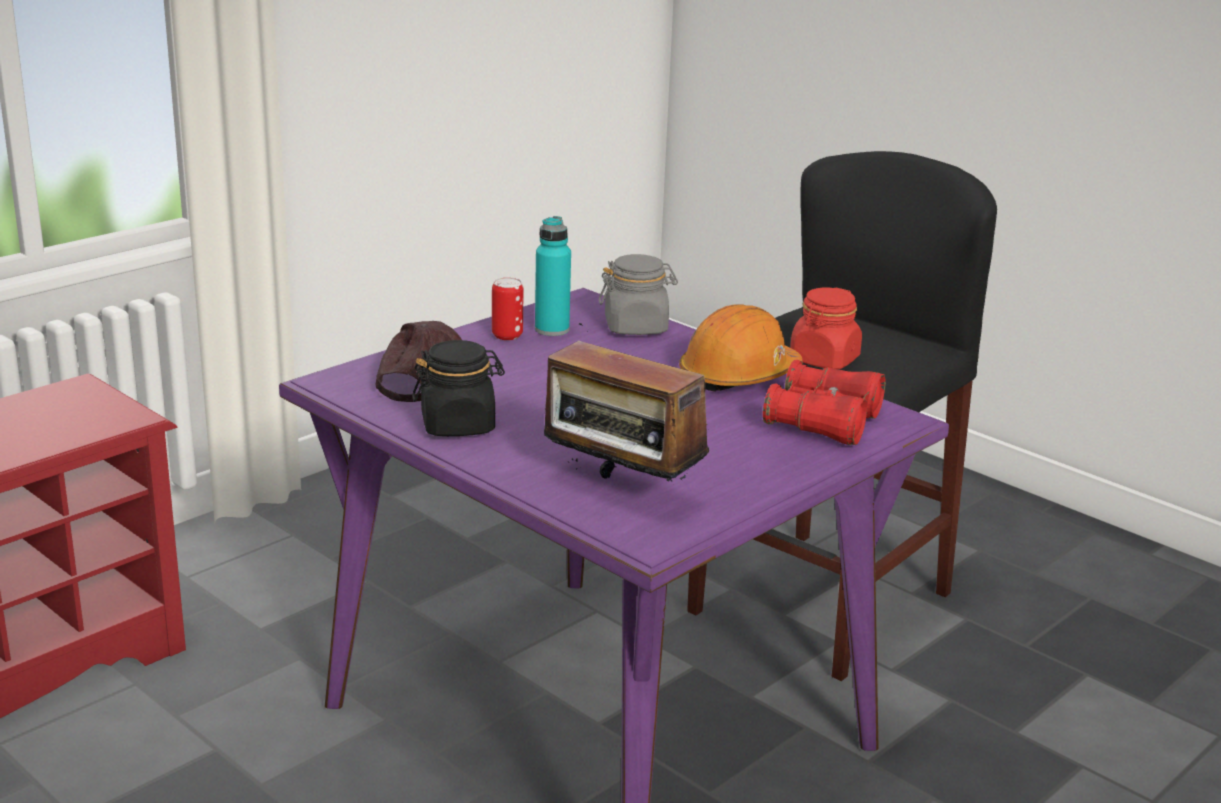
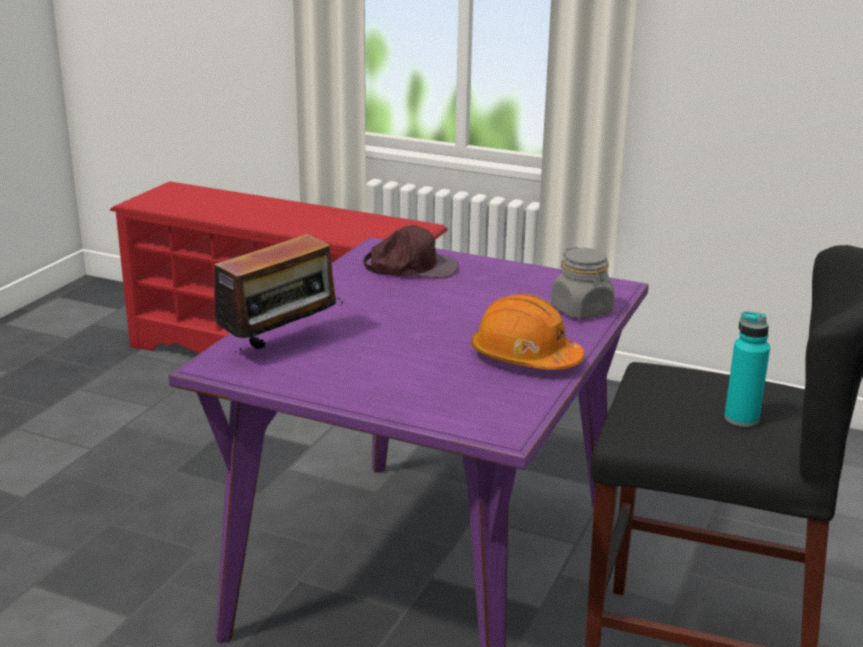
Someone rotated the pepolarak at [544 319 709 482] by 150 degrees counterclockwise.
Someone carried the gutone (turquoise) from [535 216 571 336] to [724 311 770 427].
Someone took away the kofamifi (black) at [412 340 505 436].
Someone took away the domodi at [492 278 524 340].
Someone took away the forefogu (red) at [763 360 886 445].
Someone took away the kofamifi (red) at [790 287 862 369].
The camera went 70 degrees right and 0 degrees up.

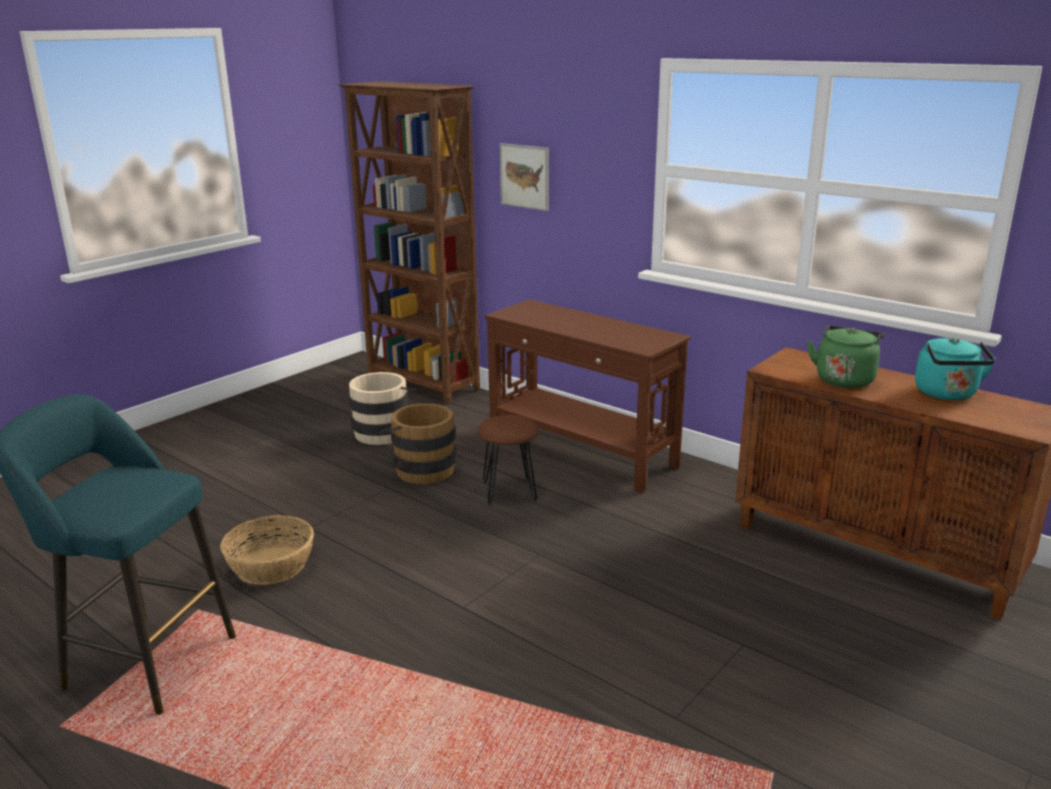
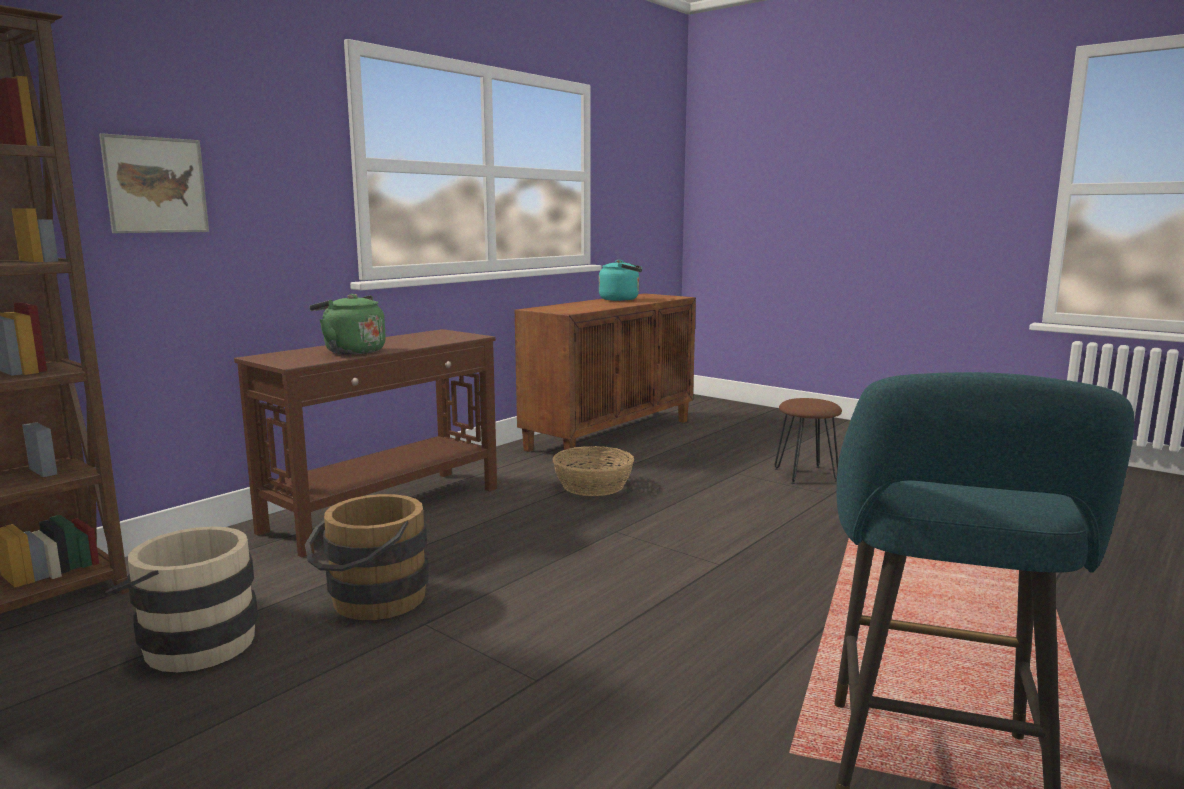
Someone carried the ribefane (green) from [807 326 885 388] to [309 294 386 355].
Someone carried the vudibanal from [220 515 314 585] to [552 446 634 496].
Someone carried the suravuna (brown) from [477 415 539 506] to [775 398 842 484].
The camera went 90 degrees left and 10 degrees down.

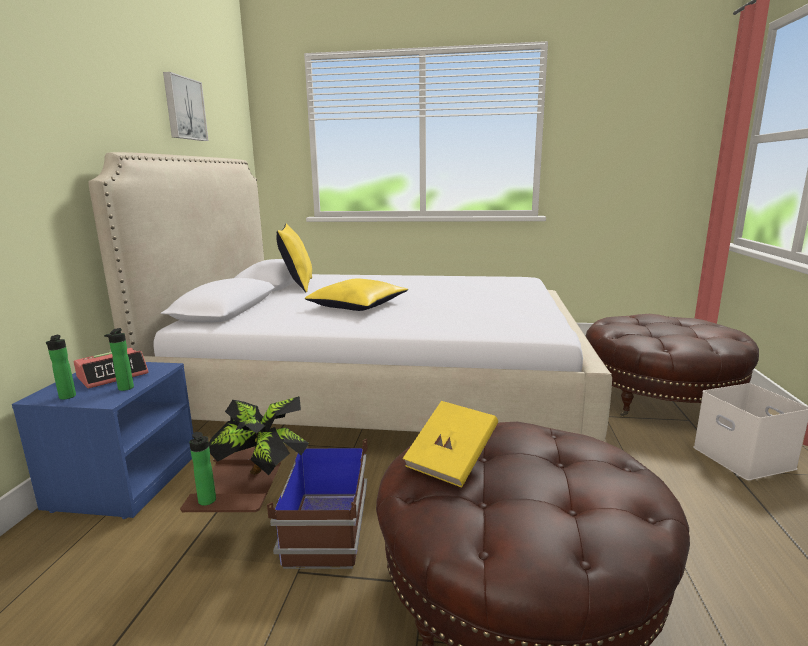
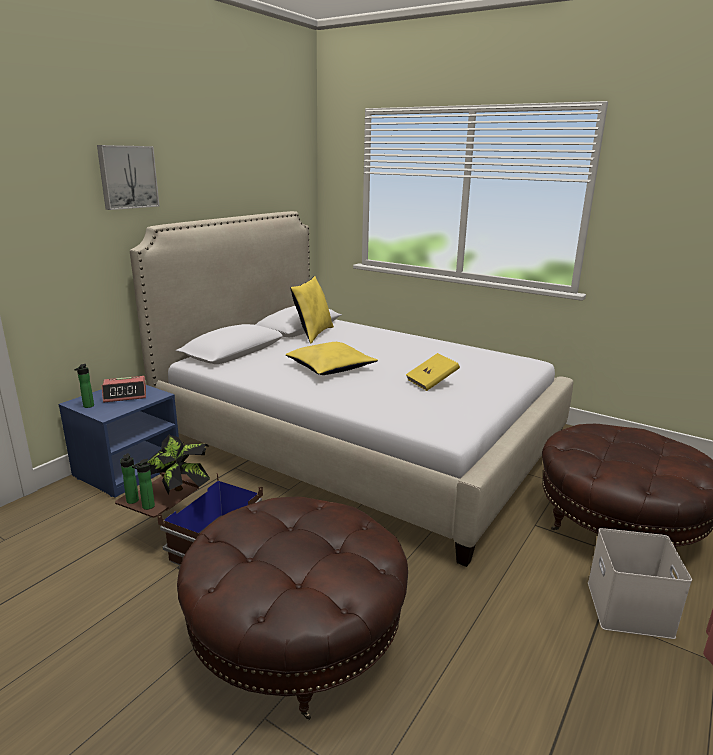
Someone carried the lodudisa from [163 72 209 141] to [97 145 159 210].
Someone carried the gutone from [104 328 134 391] to [132 459 155 510].
Someone carried the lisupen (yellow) from [403 401 498 488] to [406 353 460 391].
The camera went 25 degrees right and 5 degrees up.

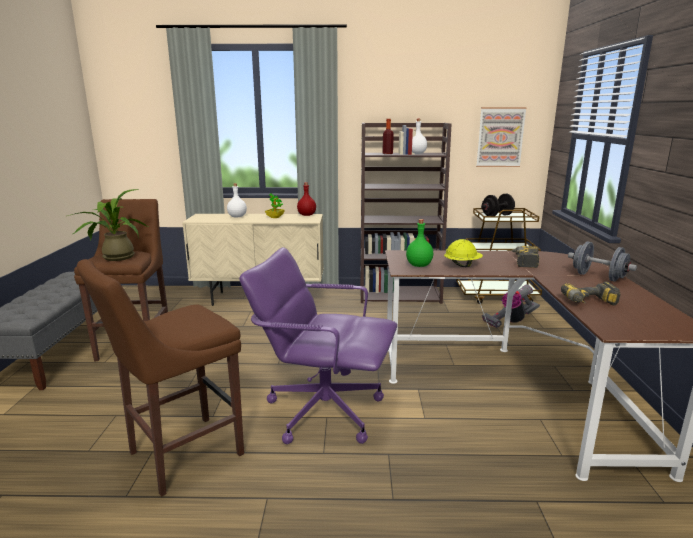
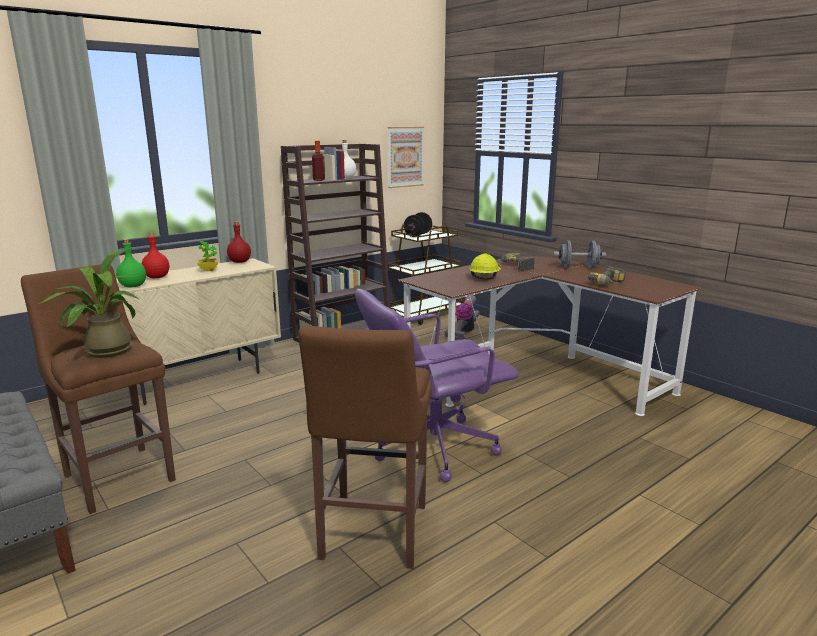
Someone carried the gutone (green) from [406 219 433 267] to [116 239 146 287].
Someone repainted the gutone (white) at [227 184 247 217], which became the gutone (red) at [142 233 169 278].
The camera went 40 degrees left and 0 degrees up.

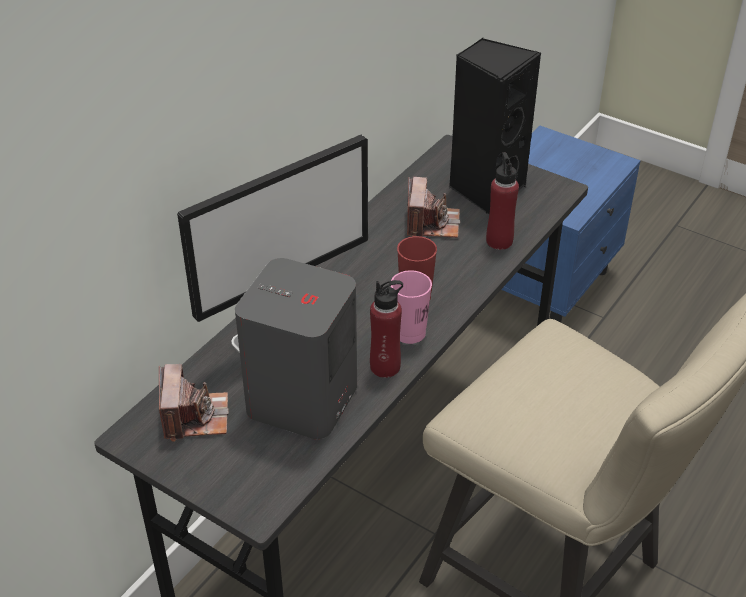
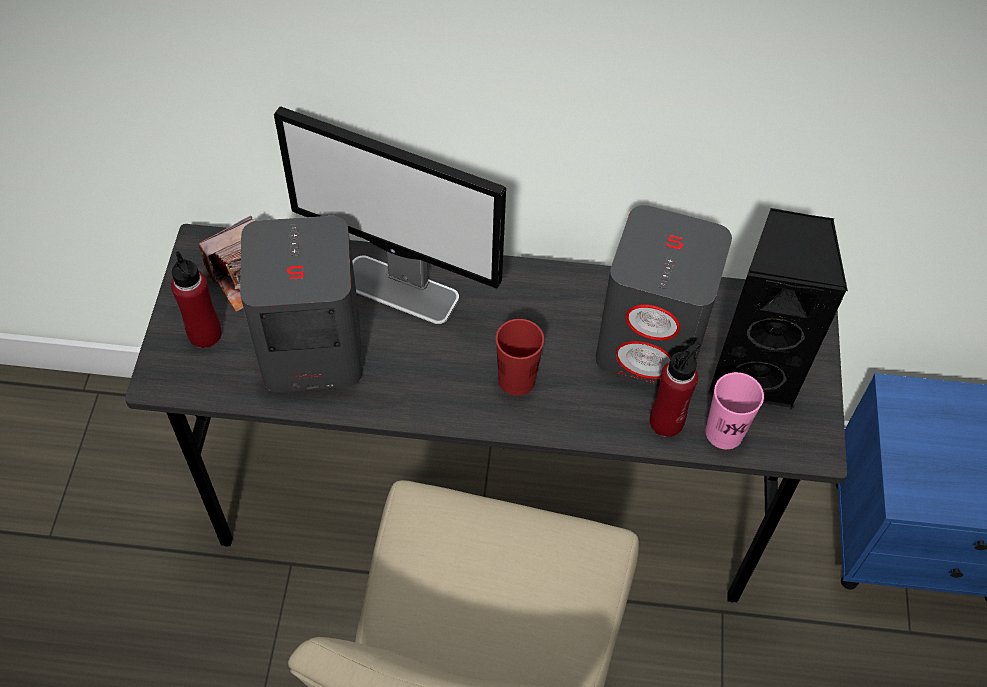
Someone carried the gutone (red) from [370 280 403 378] to [171 251 222 348].
Someone swapped the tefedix at [407 177 460 238] for the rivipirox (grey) at [595 205 732 386].
Someone carried the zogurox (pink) from [391 270 432 344] to [706 372 764 449].
The camera went 60 degrees right and 15 degrees up.

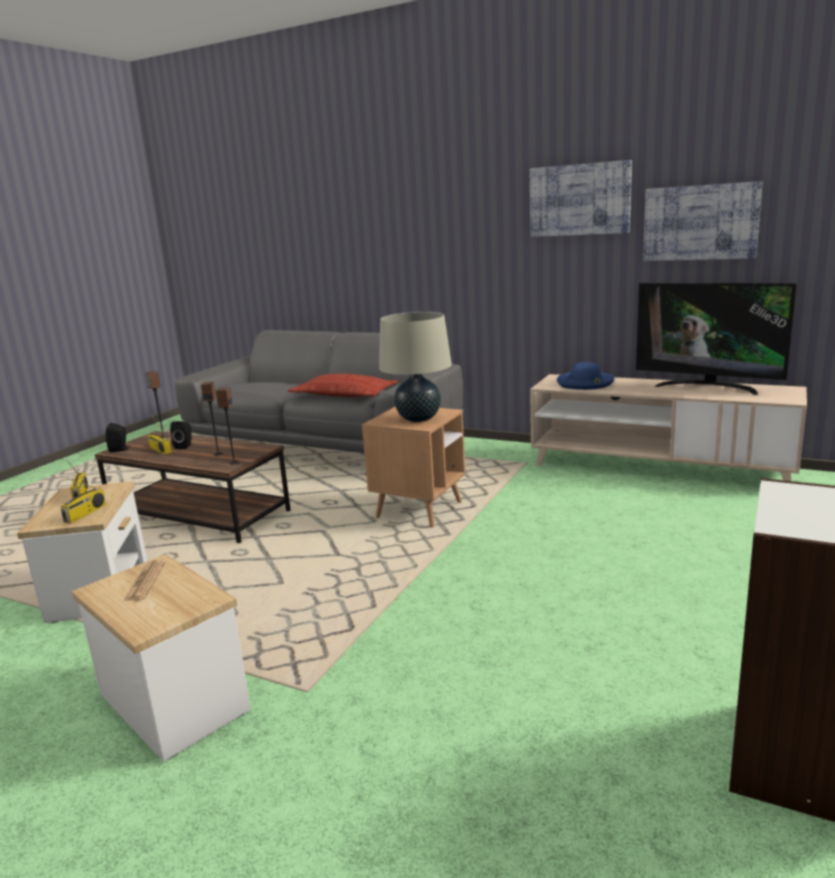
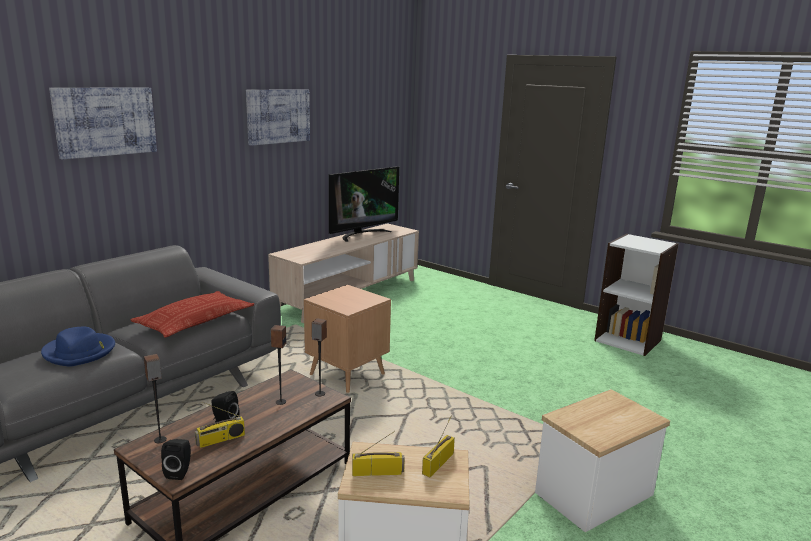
Someone carried the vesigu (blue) from [557 362 614 390] to [41 327 115 367].
Someone carried the lodudisa from [643 181 762 261] to [49 88 157 159].
Someone rotated the pepolarak at [61 476 106 523] by 90 degrees counterclockwise.
Someone took away the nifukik at [123 560 166 601].
Someone took away the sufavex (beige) at [379 312 452 422].
The camera went 80 degrees left and 0 degrees up.

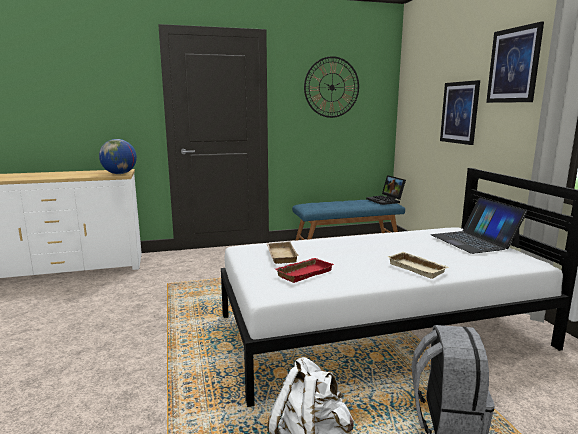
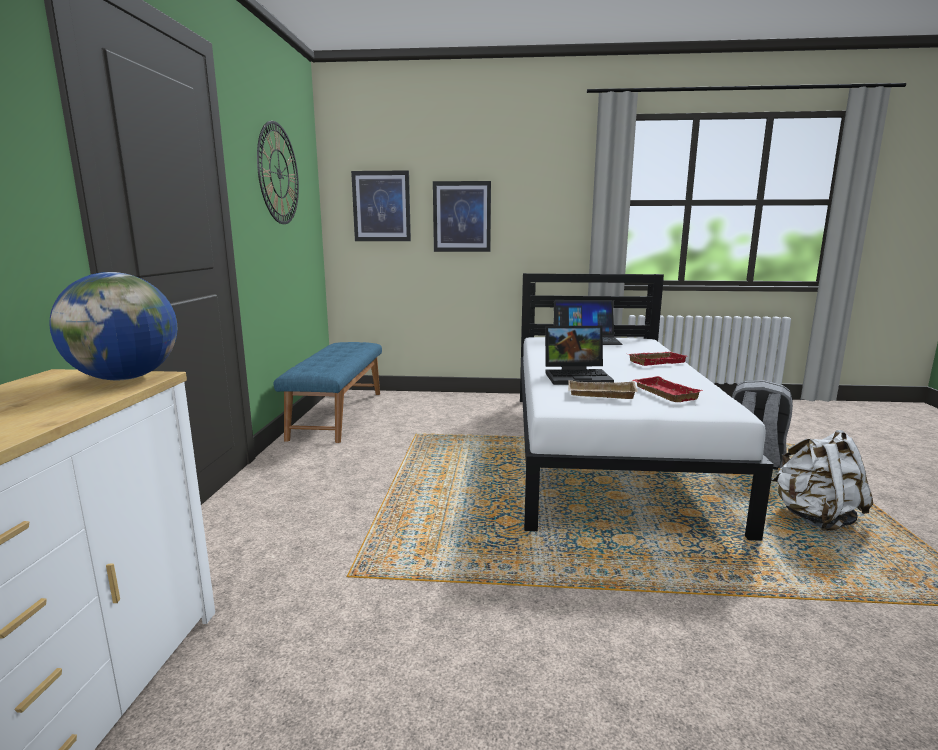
Someone carried the lodudisa from [486 22 544 103] to [351 170 411 241].
Someone carried the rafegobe from [366 175 406 205] to [545 326 614 385].
Someone repainted the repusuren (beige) at [387 252 449 279], which became the repusuren (red) at [628 352 687 366].
The camera went 70 degrees left and 0 degrees up.

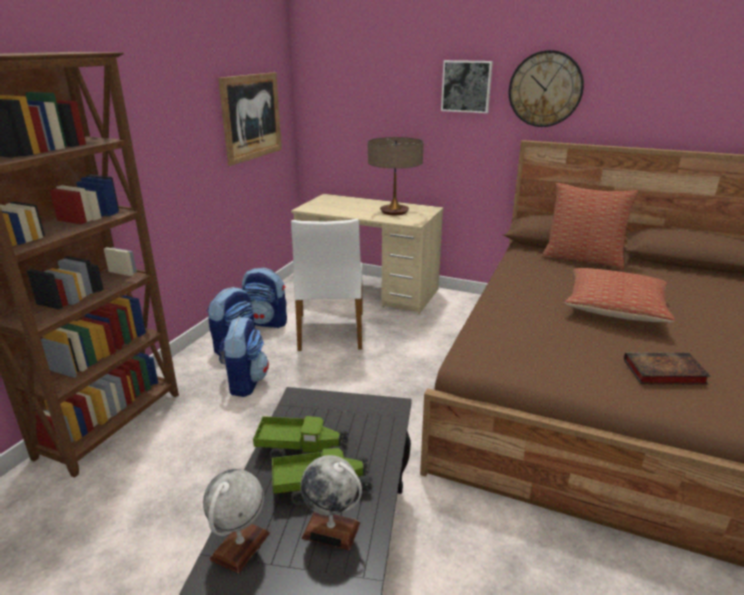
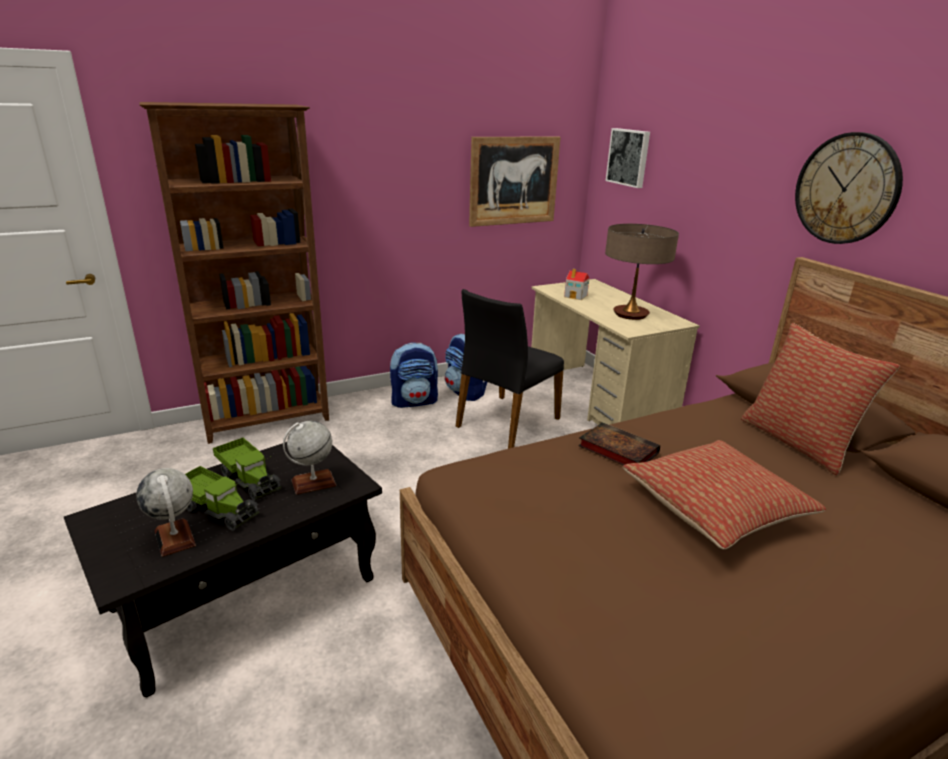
Someone carried the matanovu from [203 469 270 573] to [283 421 336 495].
Someone repainted the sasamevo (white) at [291 219 363 351], which became the sasamevo (black) at [455 289 564 449].
Someone put down the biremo at [564 269 589 300].
Someone carried the lisupen from [624 352 711 385] to [578 422 660 465].
Someone carried the lodudisa from [441 60 493 113] to [606 128 650 188].
Someone took away the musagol at [218 317 269 397].
The camera went 40 degrees right and 0 degrees up.

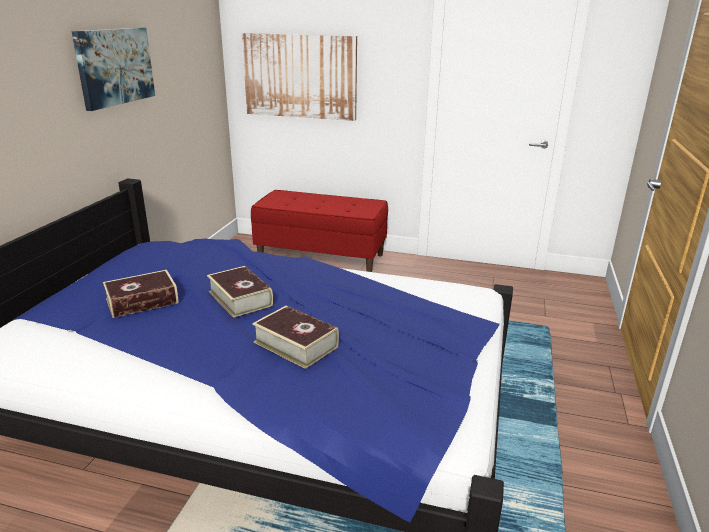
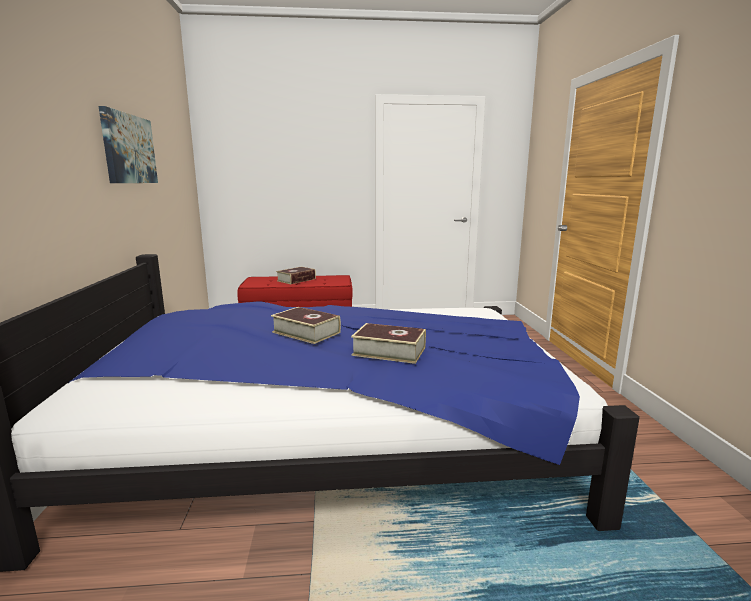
Someone carried the lisupen from [103 270 179 318] to [276 267 316 284].
Someone took away the lodudisa at [242 33 357 121].
The camera went 20 degrees left and 10 degrees down.

